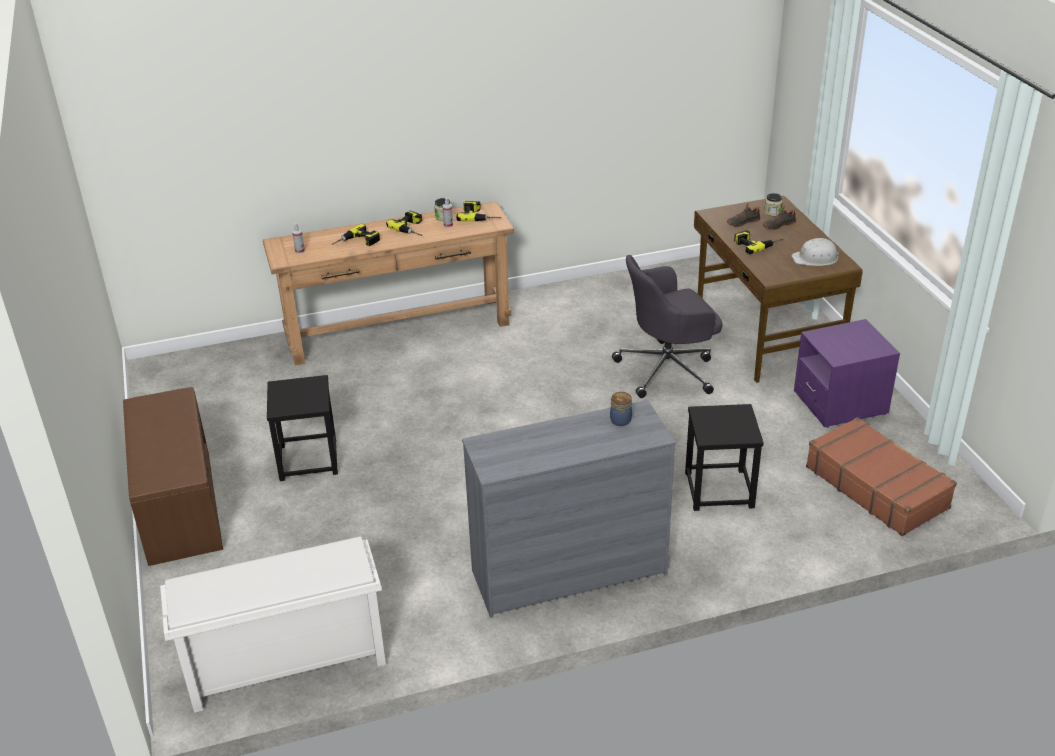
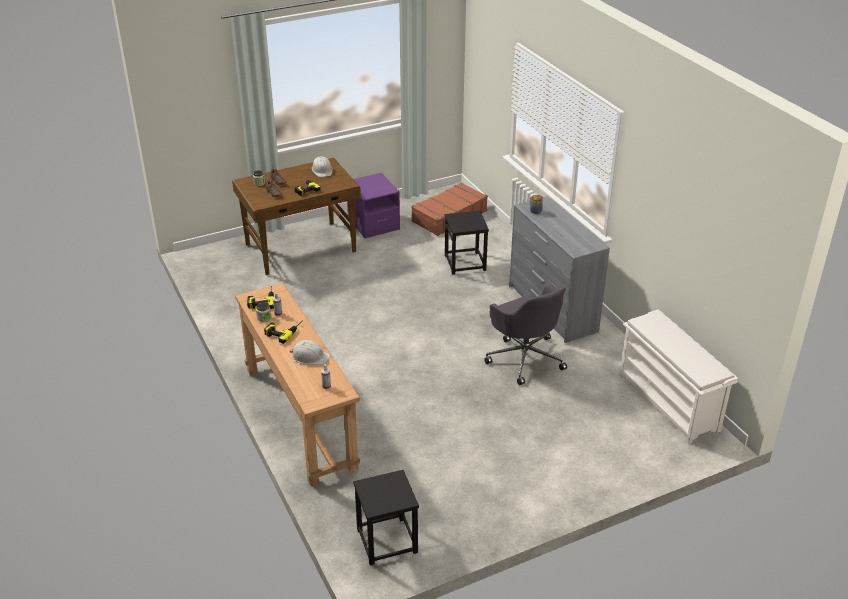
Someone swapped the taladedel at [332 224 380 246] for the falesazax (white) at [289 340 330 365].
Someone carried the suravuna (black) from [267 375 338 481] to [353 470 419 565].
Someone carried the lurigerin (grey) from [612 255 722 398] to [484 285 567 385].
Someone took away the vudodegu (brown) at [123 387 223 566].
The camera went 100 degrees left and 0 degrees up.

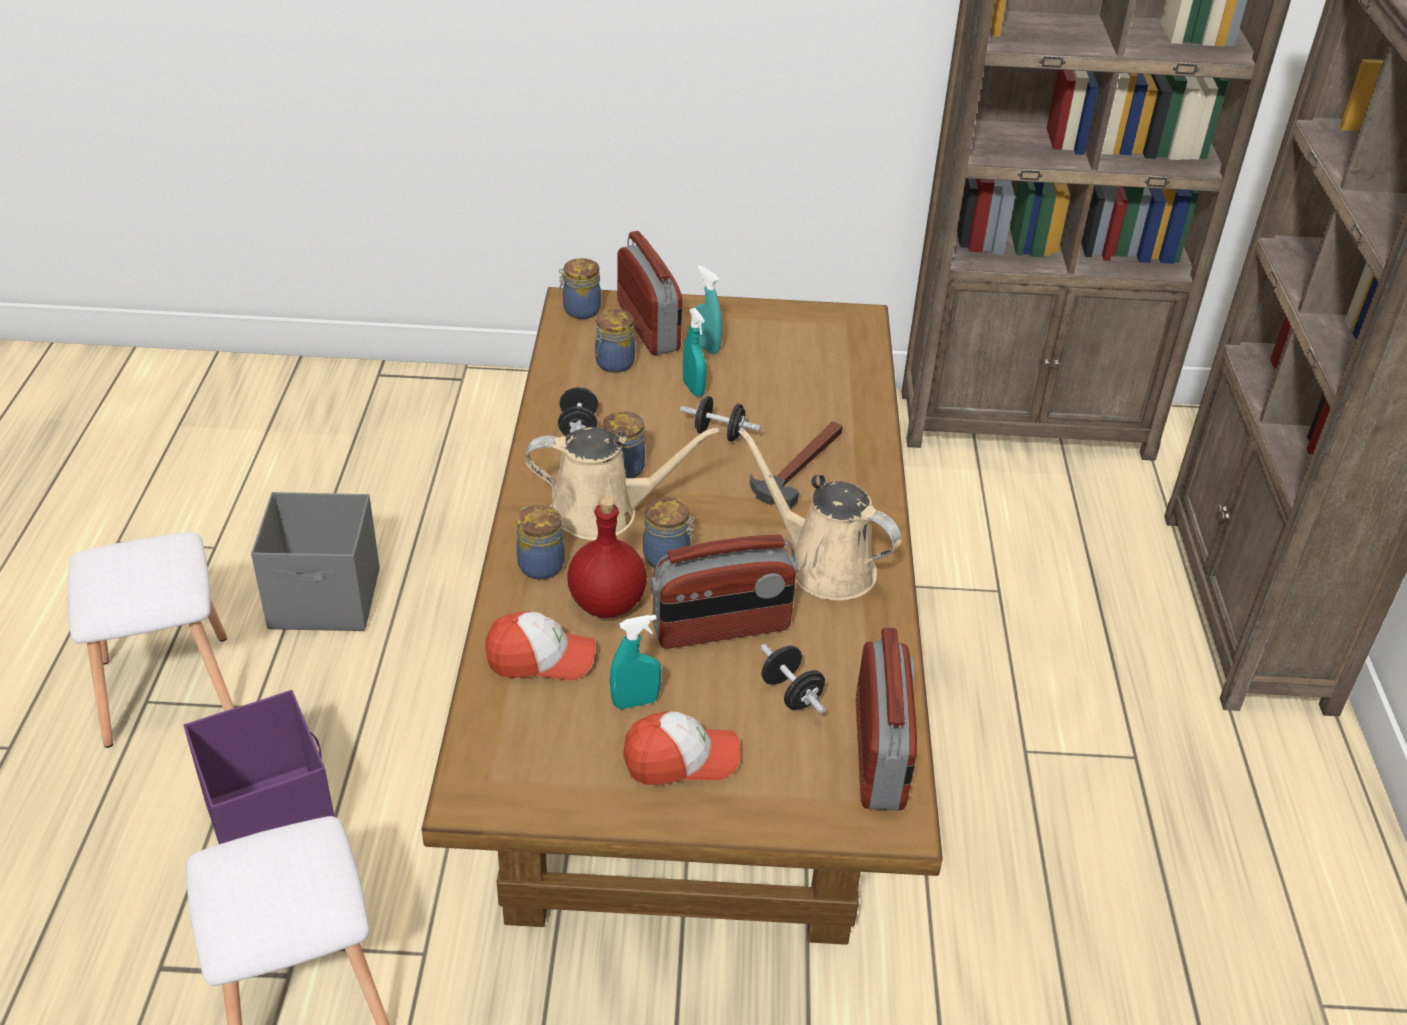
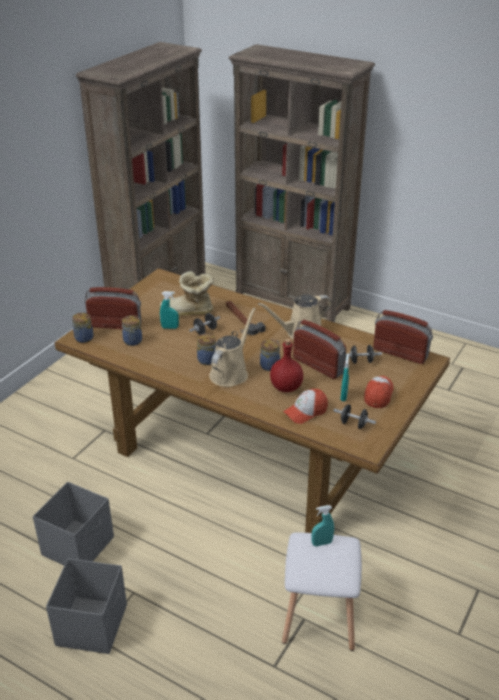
Someone swapped the suravuna (white) at [67 532 234 748] for the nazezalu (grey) at [46 558 127 654].
Someone put down the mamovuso at [160 271 214 316].
Someone rotated the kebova at [485 611 596 680] by 150 degrees counterclockwise.
Someone rotated the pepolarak at [650 535 799 649] by 60 degrees counterclockwise.
Someone carried the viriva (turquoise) from [694 266 722 354] to [311 505 334 546].
Someone carried the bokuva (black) from [558 387 598 436] to [333 404 376 429].
Someone took away the nazezalu (purple) at [183 690 335 844].
Someone took away the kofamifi at [517 505 565 580].
The camera went 60 degrees left and 5 degrees down.

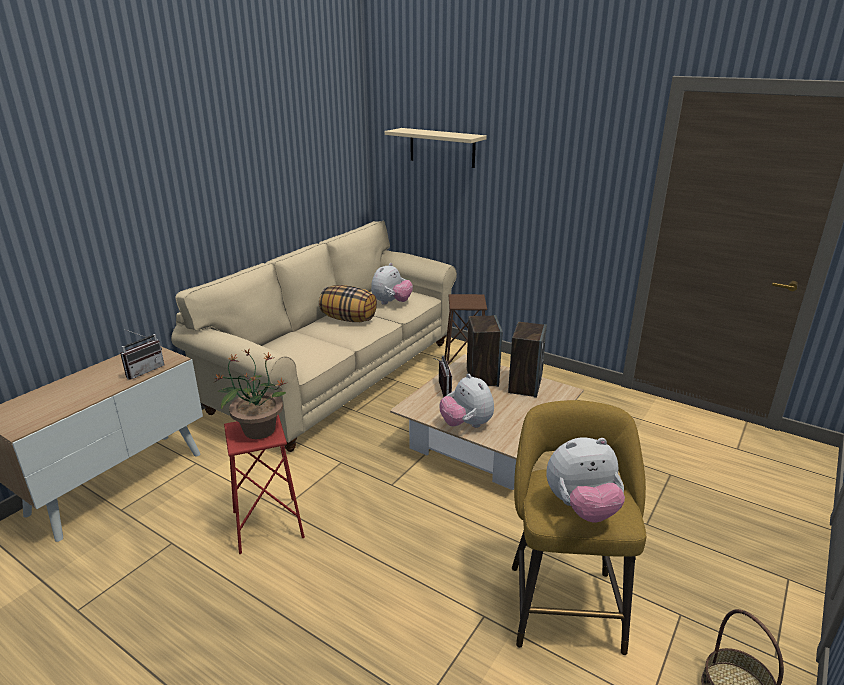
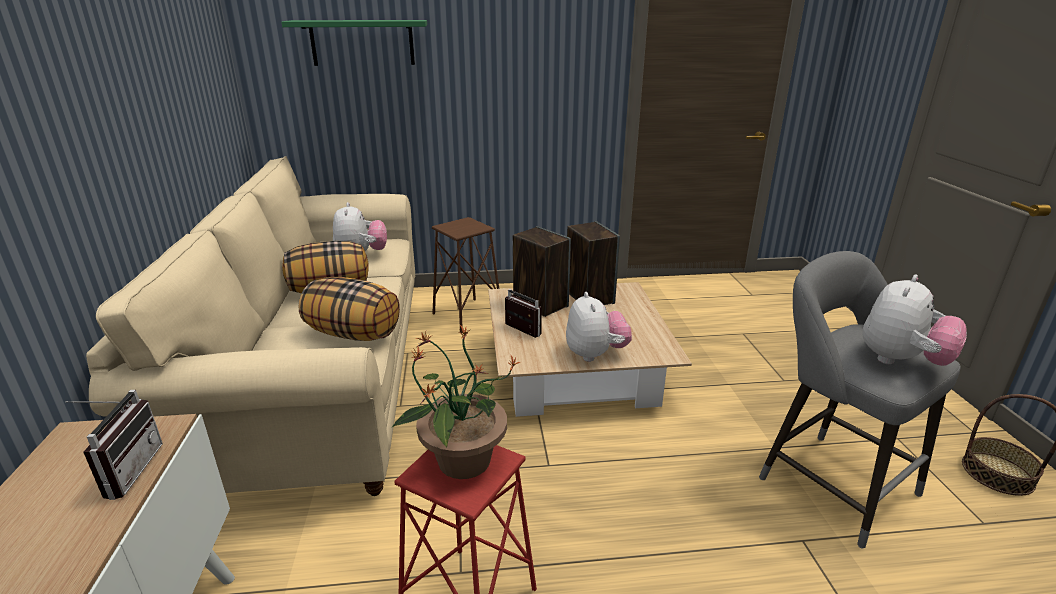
Someone repainted the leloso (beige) at [385 128 487 168], which became the leloso (green) at [281 20 427 66].
Someone put down the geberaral at [299 277 400 341].
Someone rotated the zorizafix at [440 373 494 428] by 120 degrees counterclockwise.
Someone repainted the suravuna (yellow) at [512 400 646 655], which became the suravuna (grey) at [759 251 961 549].
The camera went 40 degrees left and 0 degrees up.

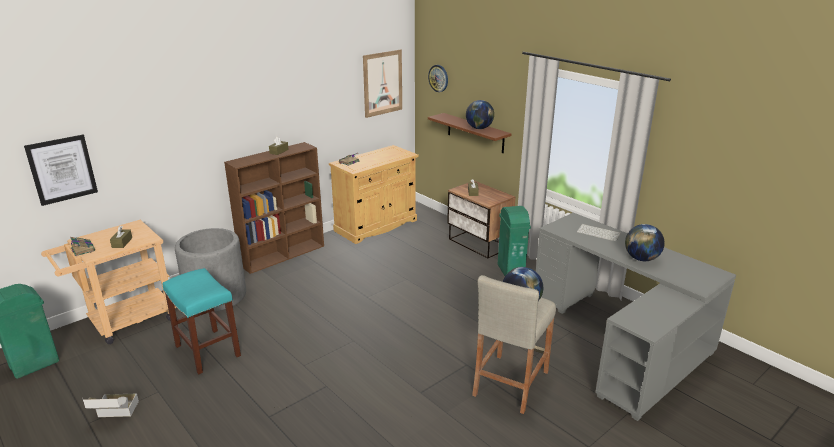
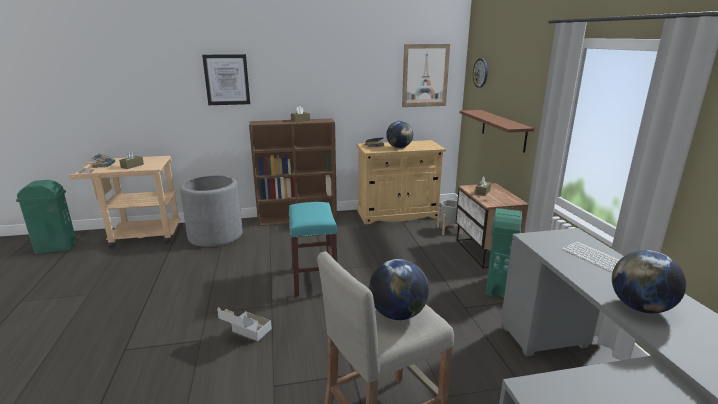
Someone carried the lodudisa from [24 135 98 206] to [202 54 250 105].
Someone carried the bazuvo from [82 393 139 417] to [217 307 272 341].
Someone carried the suravuna (turquoise) from [163 268 241 374] to [289 202 338 297].
Someone carried the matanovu from [466 100 494 129] to [386 121 413 148].
Someone put down the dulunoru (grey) at [437 200 463 235].
The camera went 30 degrees right and 5 degrees down.

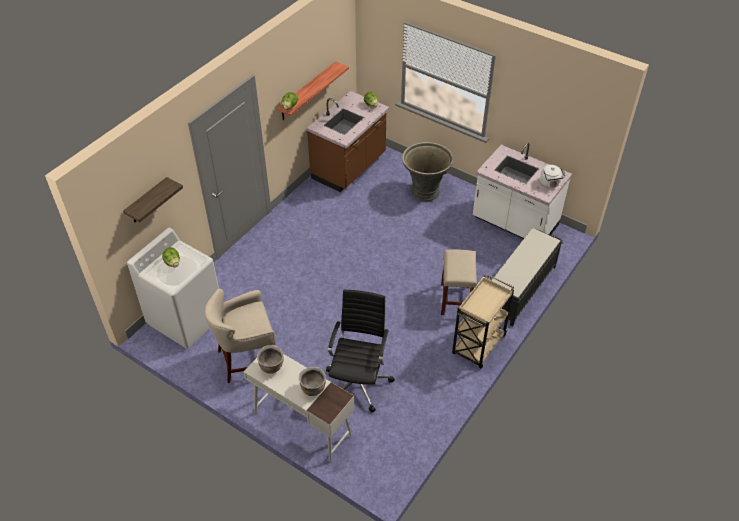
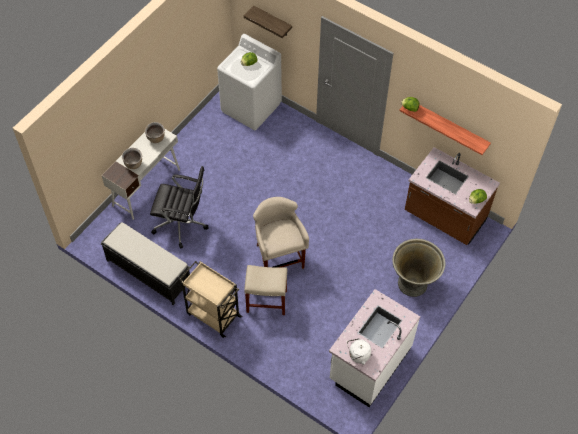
Someone carried the vudodegu (black) from [492 228 563 327] to [101 222 190 305].
Someone carried the suravuna (beige) from [205 289 276 383] to [253 197 309 269].
The camera went 90 degrees right and 10 degrees up.

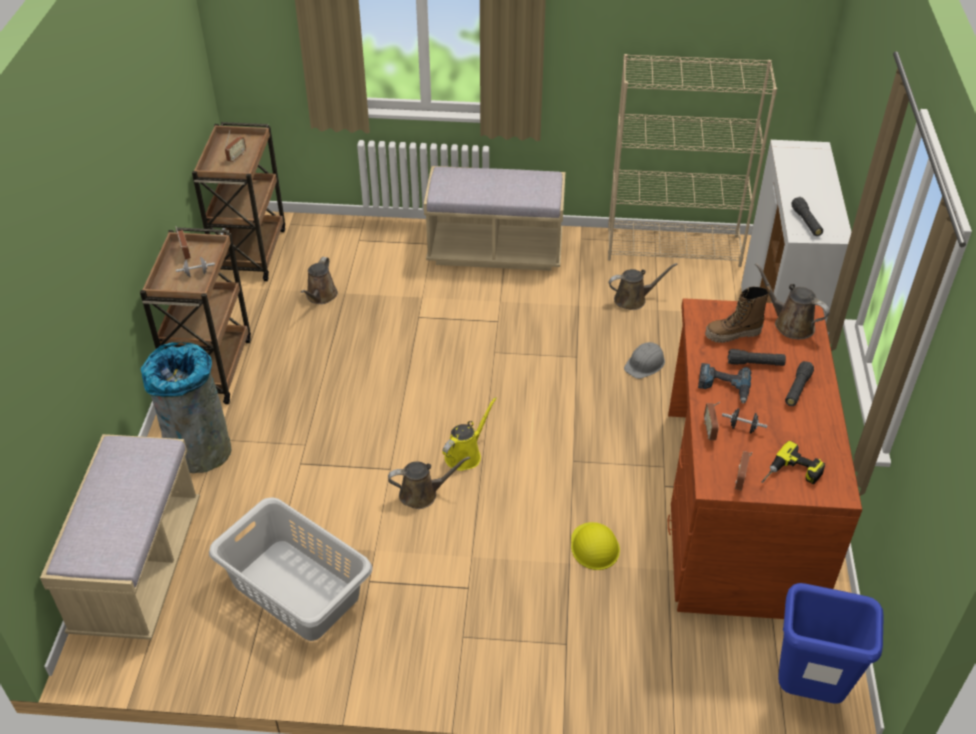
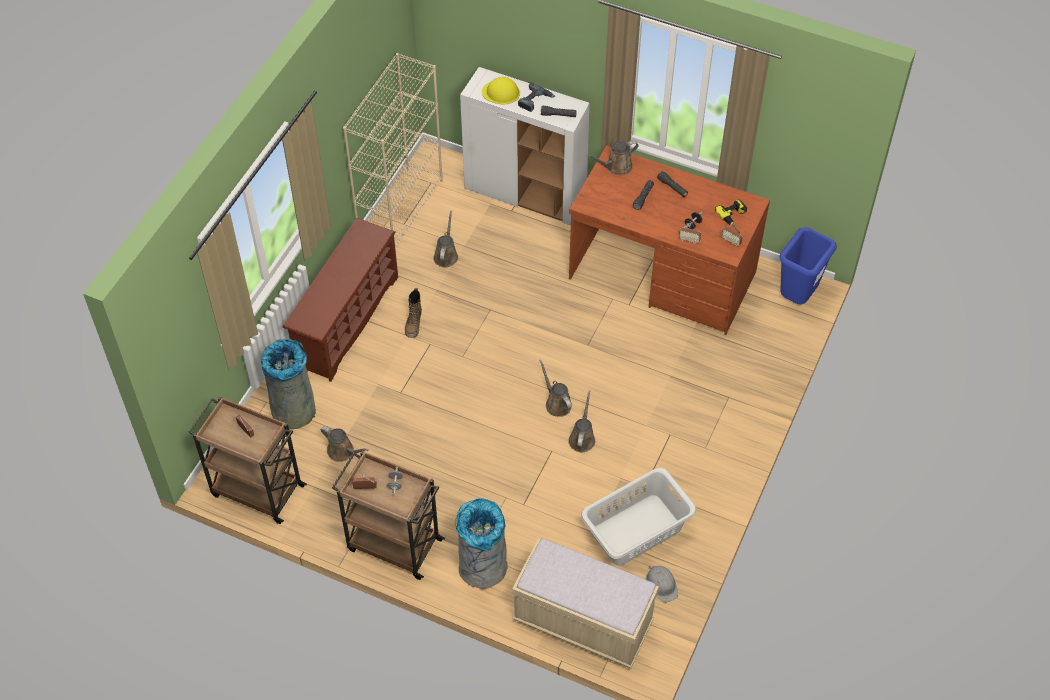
Someone put down the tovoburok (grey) at [261 339 316 429].
Someone swapped the vudodegu (beige) at [424 166 565 271] for the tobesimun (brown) at [282 218 398 382].
Someone carried the mamovuso from [705 286 771 343] to [405 288 422 338].
Someone carried the falesazax (yellow) from [571 522 620 570] to [482 77 520 105].
Someone carried the taladedel from [698 363 752 404] to [518 83 555 112].
Someone repainted the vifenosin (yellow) at [442 397 497 471], which became the vifenosin (brown) at [539 359 572 417].
Someone carried the falesazax (grey) from [624 342 665 379] to [645 566 678 603].
The camera went 70 degrees left and 10 degrees up.

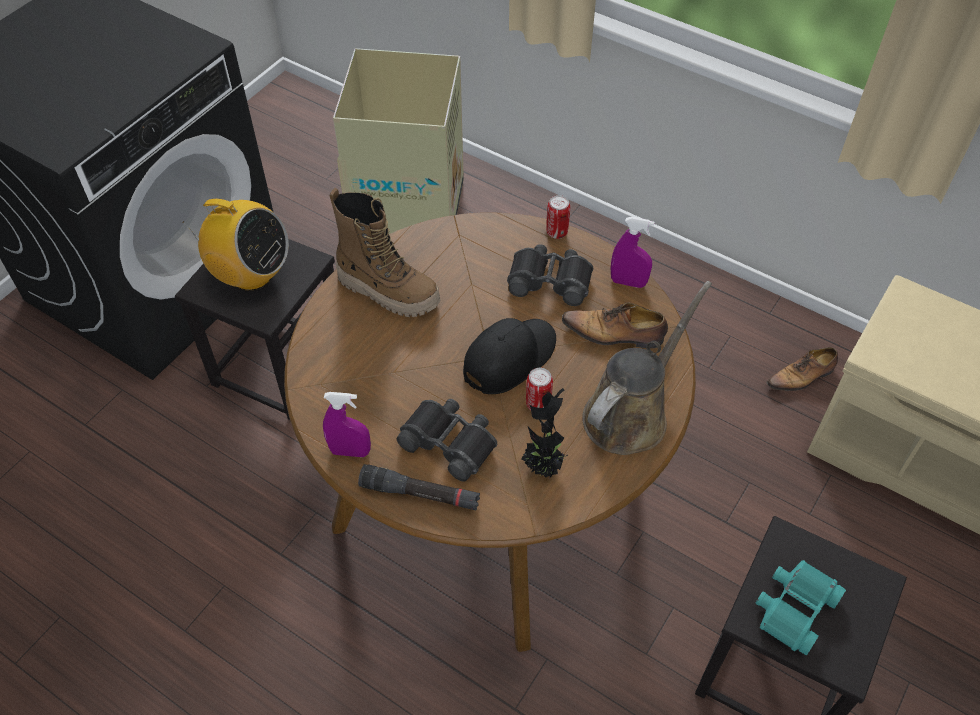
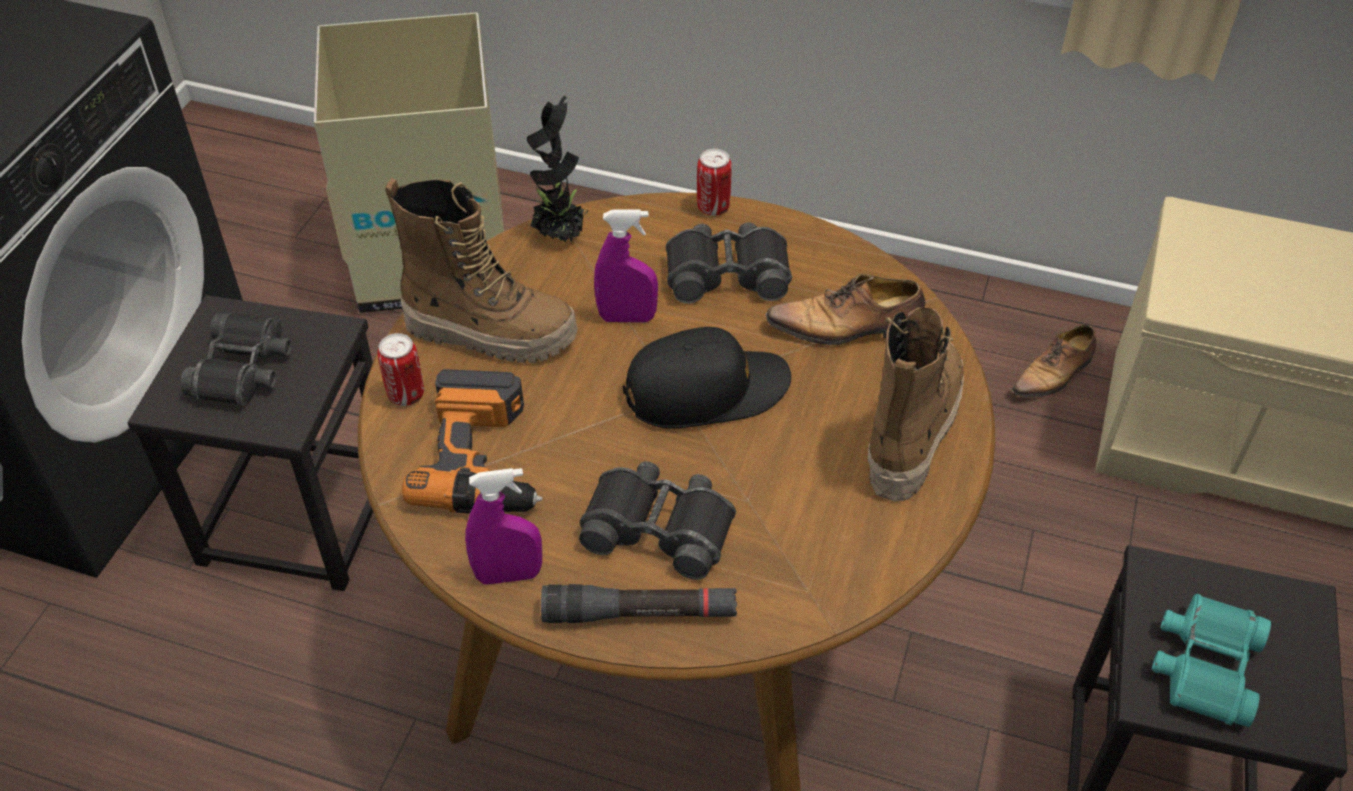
Someone swapped the pepolarak at [182 199 289 290] for the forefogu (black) at [181 312 292 406].
Someone carried the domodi from [526 368 553 411] to [377 333 424 406].
Someone put down the taladedel at [402 369 543 513].
Someone carried the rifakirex from [521 388 568 478] to [527 95 588 243].
Someone carried the viriva (purple) from [611 217 655 288] to [594 210 658 322].
Someone rotated the kebova (black) at [463 318 556 394] by 45 degrees clockwise.
Someone swapped the vifenosin (brown) at [582 281 712 455] for the mamovuso at [868 308 964 502].
The camera went 15 degrees left and 5 degrees down.

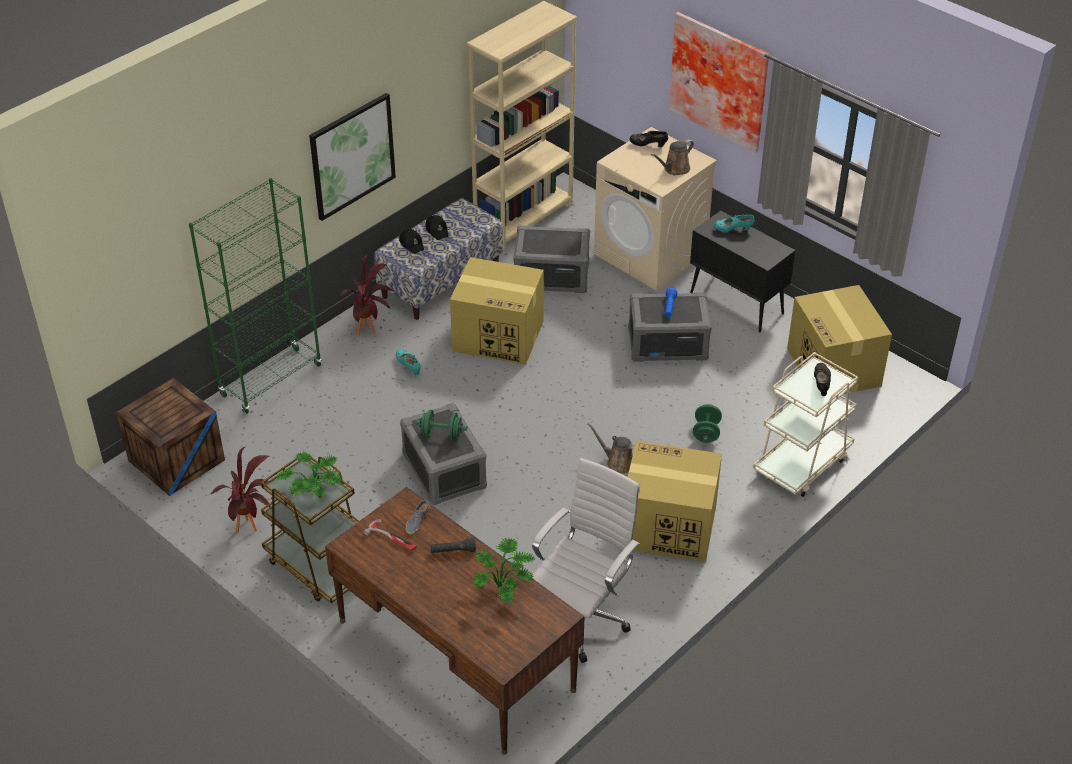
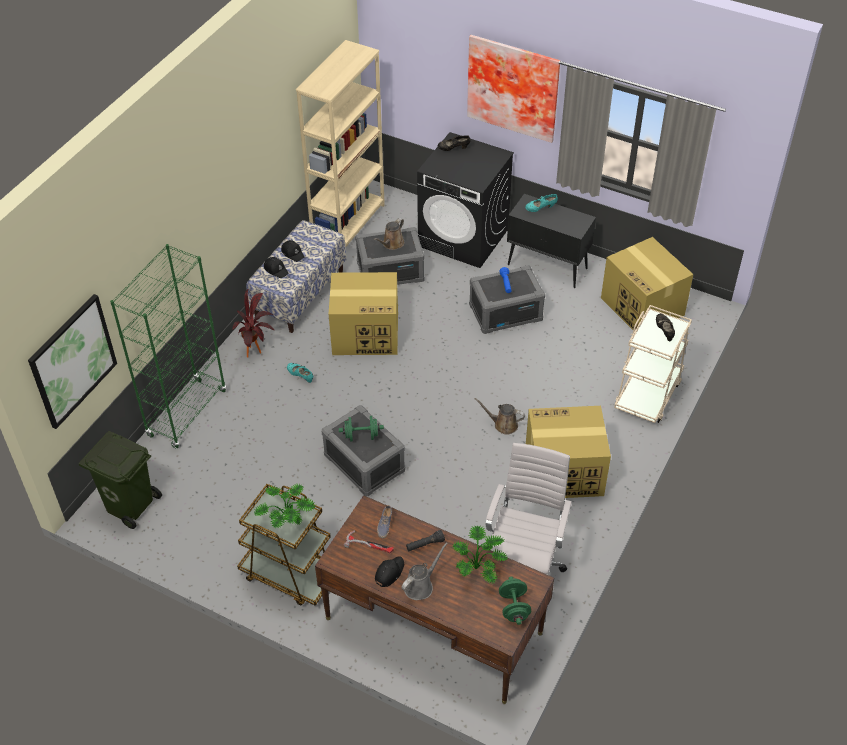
Someone carried the lodudisa from [309 93 396 221] to [28 294 117 429].
Someone swapped the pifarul at [116 378 225 496] for the tovoburok (green) at [79 431 162 529].
Someone carried the vifenosin (brown) from [651 139 694 175] to [374 218 404 250].
Someone put down the kebova (black) at [375 556 404 587].
Someone put down the vifenosin (grey) at [401 542 448 600].
Someone repainted the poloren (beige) at [594 127 717 291], which became the poloren (black) at [417 132 514 268].
Someone carried the bokuva (green) from [693 404 722 443] to [499 577 531 625].
Someone took away the rifakirex at [211 447 271 533].
The camera went 15 degrees left and 5 degrees up.

